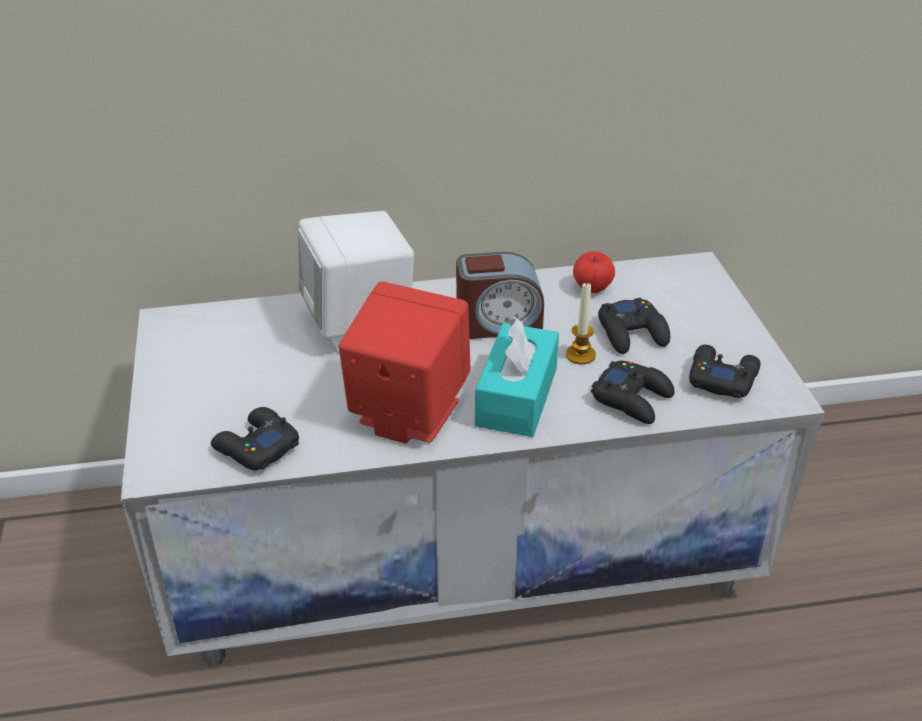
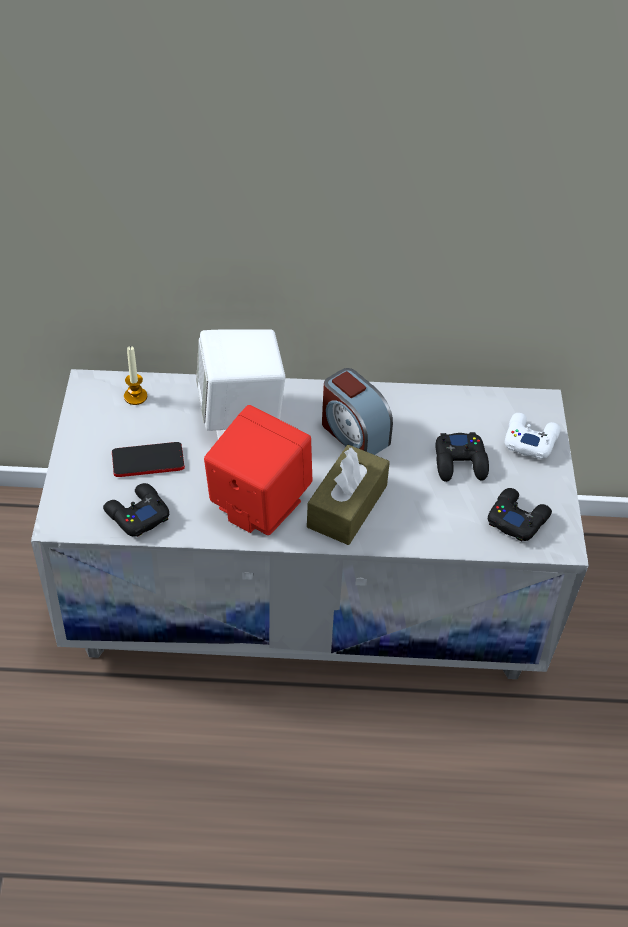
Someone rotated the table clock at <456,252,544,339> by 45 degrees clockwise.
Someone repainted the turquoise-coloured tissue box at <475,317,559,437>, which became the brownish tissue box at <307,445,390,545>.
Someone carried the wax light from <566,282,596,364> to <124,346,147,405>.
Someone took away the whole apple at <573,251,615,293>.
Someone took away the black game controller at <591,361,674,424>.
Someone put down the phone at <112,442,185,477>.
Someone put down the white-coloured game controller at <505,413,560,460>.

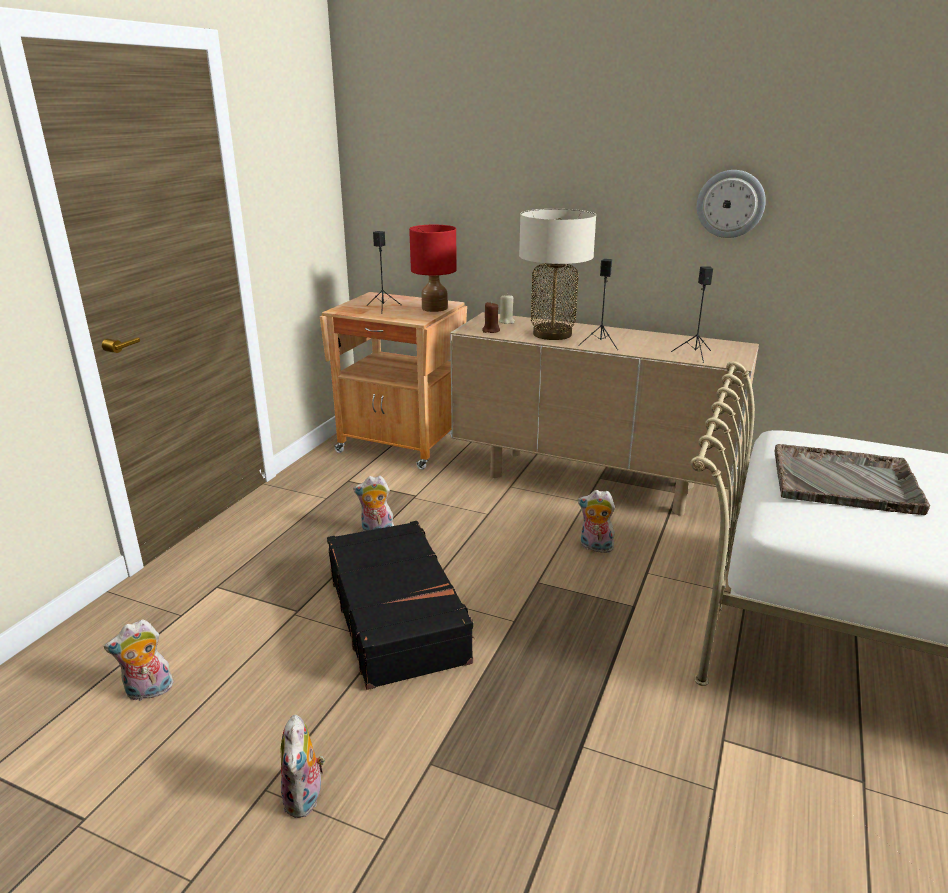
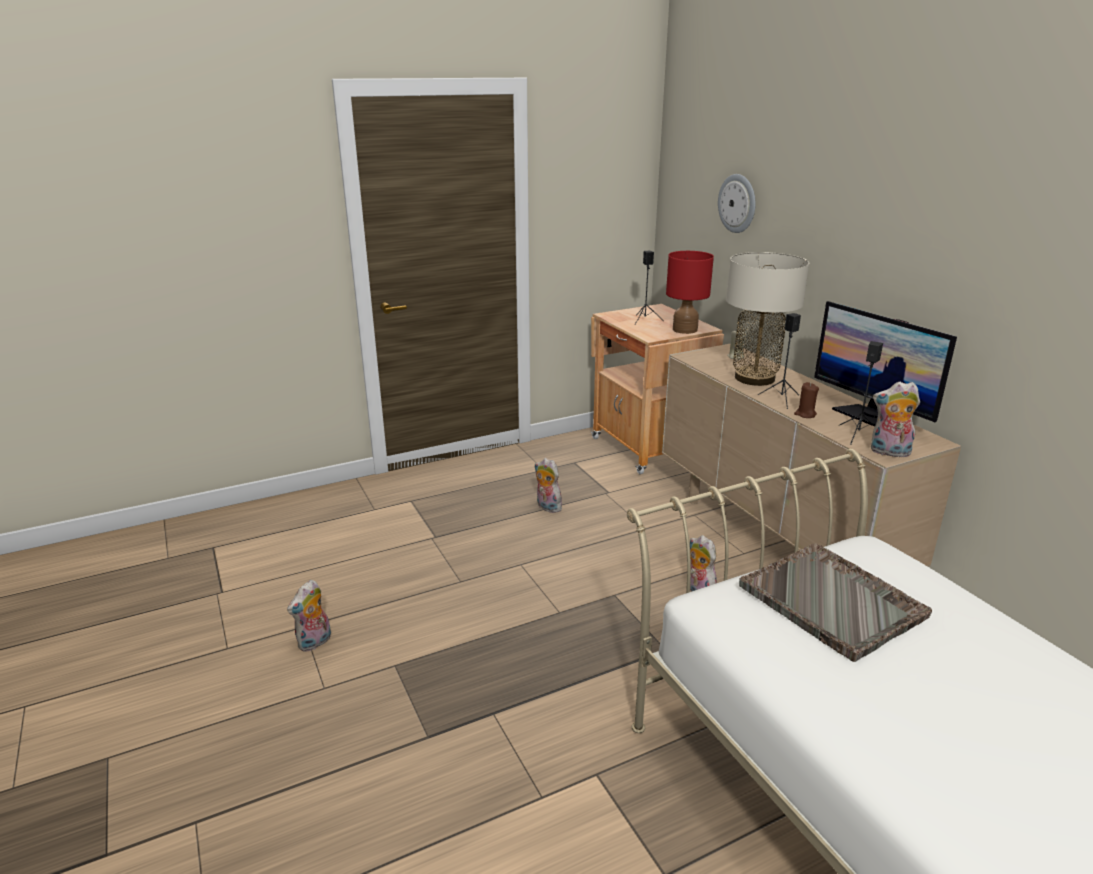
Someone carried the cuddly toy from <104,619,174,702> to <871,382,920,457>.
Someone took away the black suitcase at <327,521,475,690>.
Someone carried the brownish wax light from <482,302,500,333> to <794,382,819,418>.
Someone carried the wall clock from <697,170,766,238> to <718,174,756,233>.
Someone put down the monitor at <814,301,957,426>.

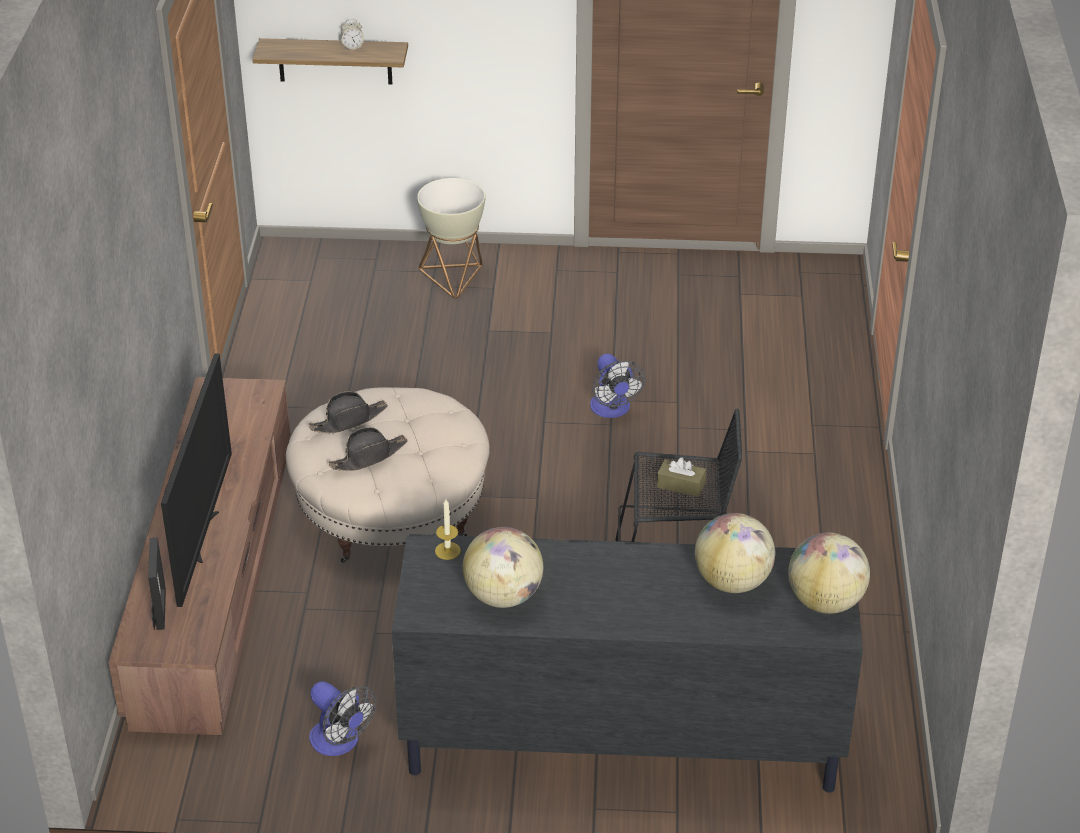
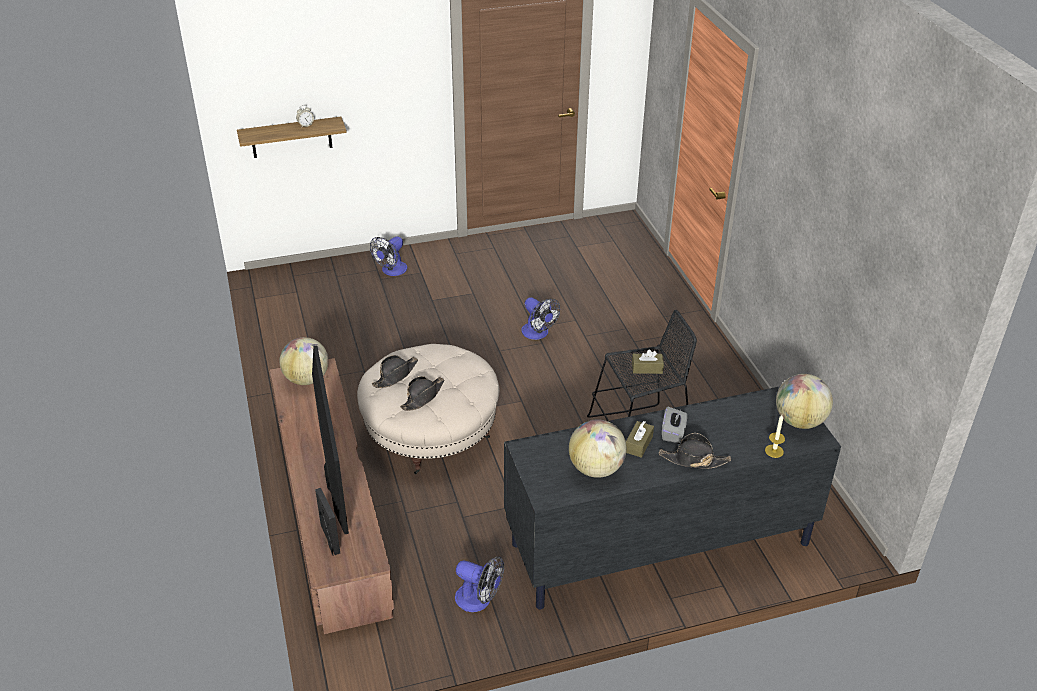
Someone swapped the plant pot at <417,178,486,299> for the fan at <370,236,407,276>.
Someone carried the wax light from <435,499,461,560> to <765,415,785,458>.
Someone carried the desk globe from <695,513,775,593> to <280,337,329,385>.
Someone put down the brownish tissue box at <626,421,654,458>.
Someone put down the black hat at <659,433,731,469>.
Someone put down the greyish tissue box at <662,407,687,443>.

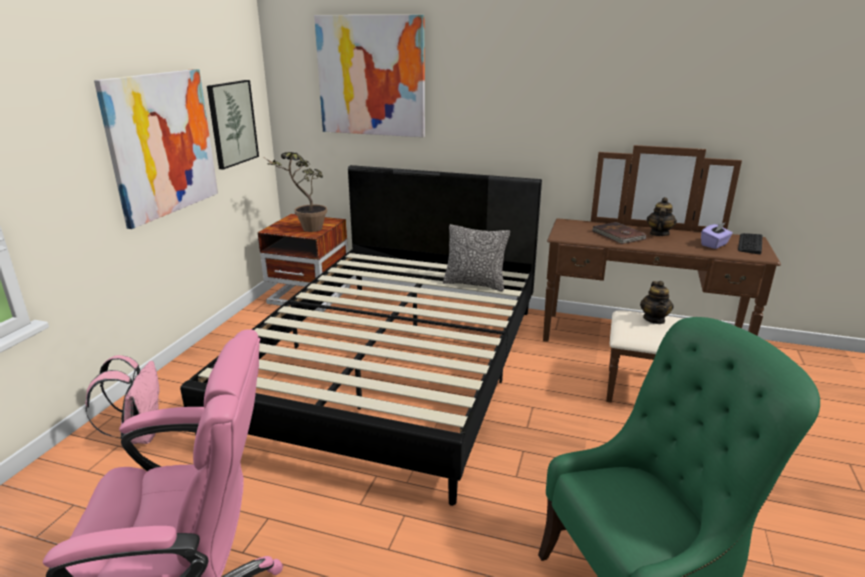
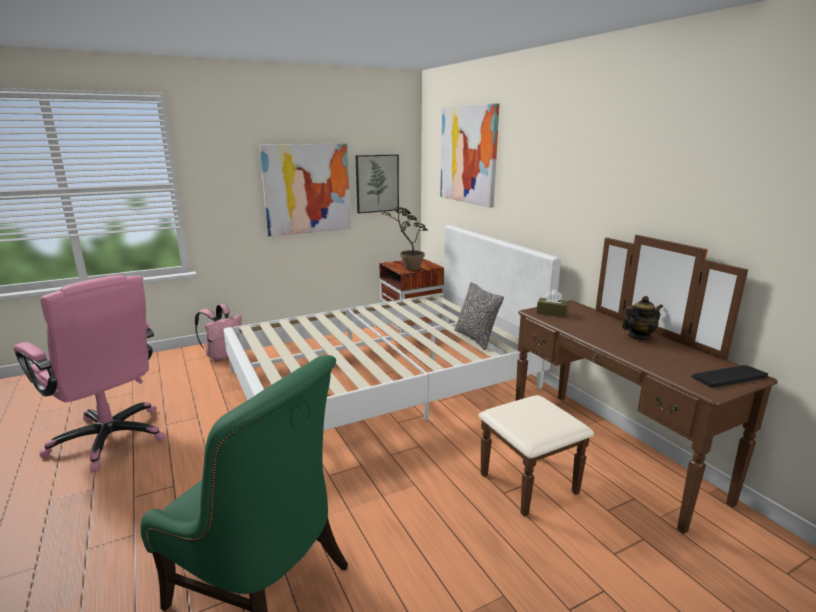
Someone repainted the black bed at <180,165,542,506>, which became the white-coloured bed at <223,225,561,431>.
Someone took away the brownish book at <592,222,647,244>.
Someone took away the pot for tea at <640,281,674,324>.
Someone took away the purplish tissue box at <701,222,733,249>.
Someone put down the brownish tissue box at <537,290,568,317>.

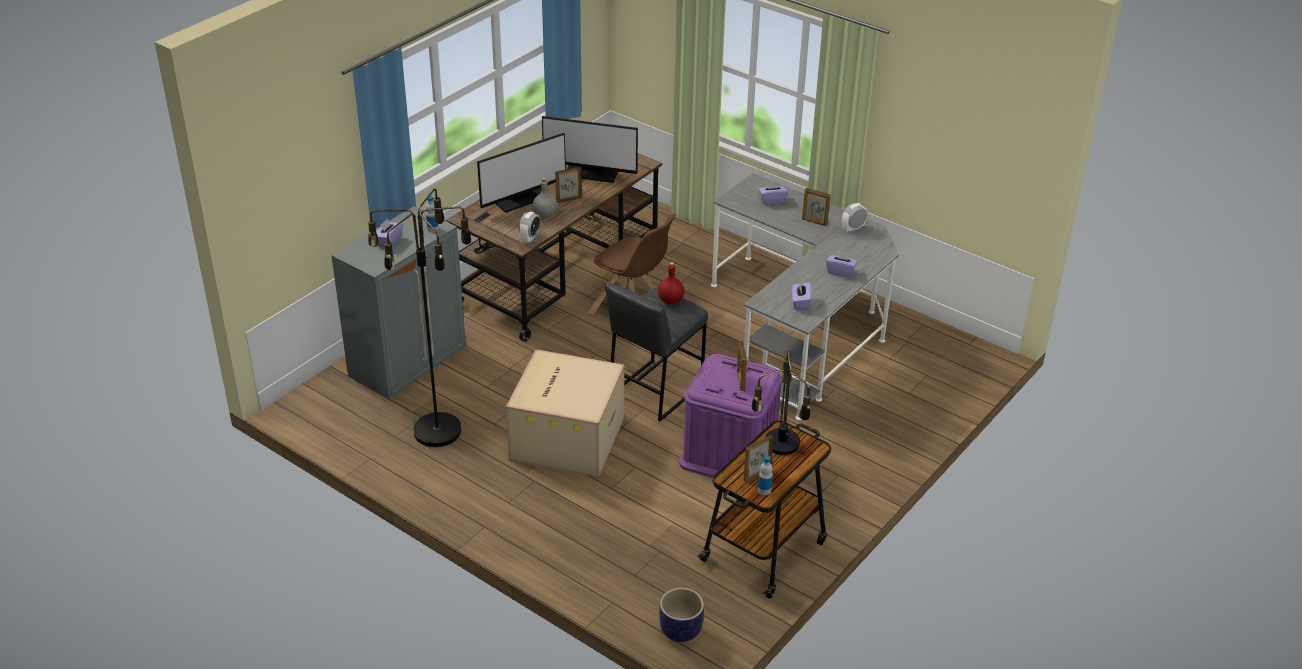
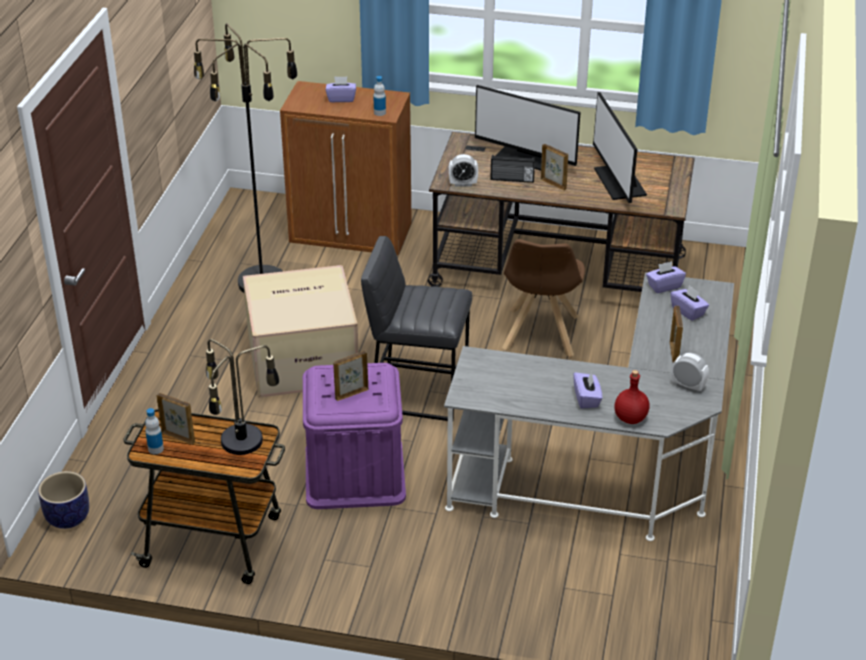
Someone repainted the greyish storage cabinet at <331,206,466,399>, which became the brownish storage cabinet at <280,81,412,256>.
Someone swapped the greyish bottle at <532,178,558,218> for the radio receiver at <490,155,535,183>.
Someone carried the red bottle from <658,262,684,304> to <614,370,649,424>.
Someone carried the purplish tissue box from <792,282,812,310> to <646,261,686,293>.

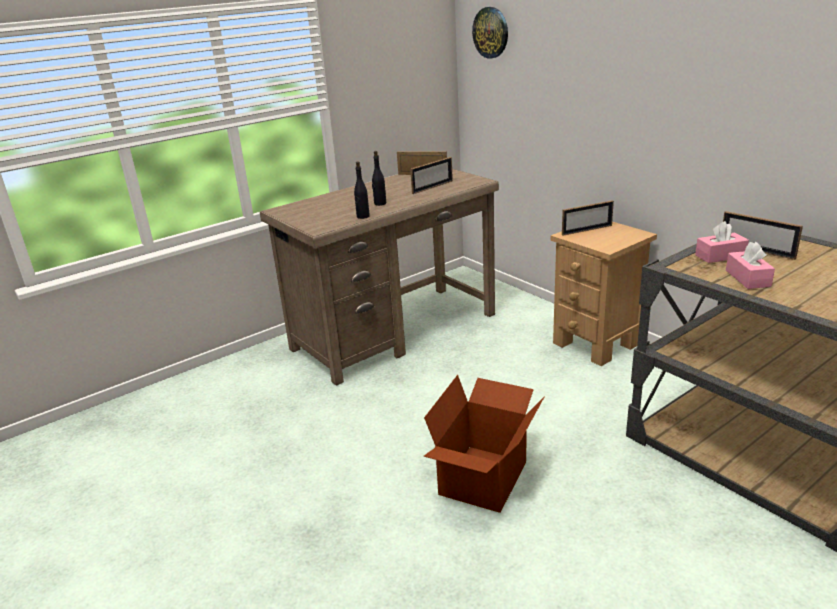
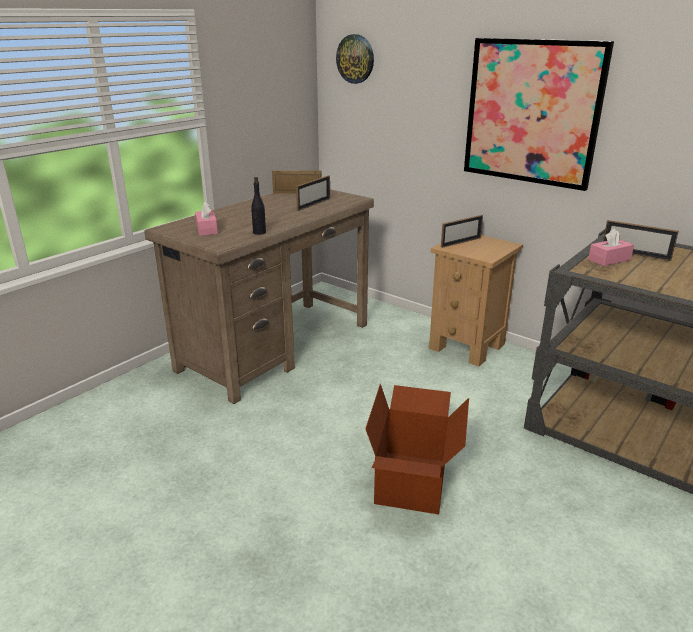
Someone took away the black bottle at <372,151,386,206>.
Someone carried the pinkish tissue box from <726,242,775,289> to <195,201,218,236>.
Someone put up the wall picture at <464,38,614,191>.

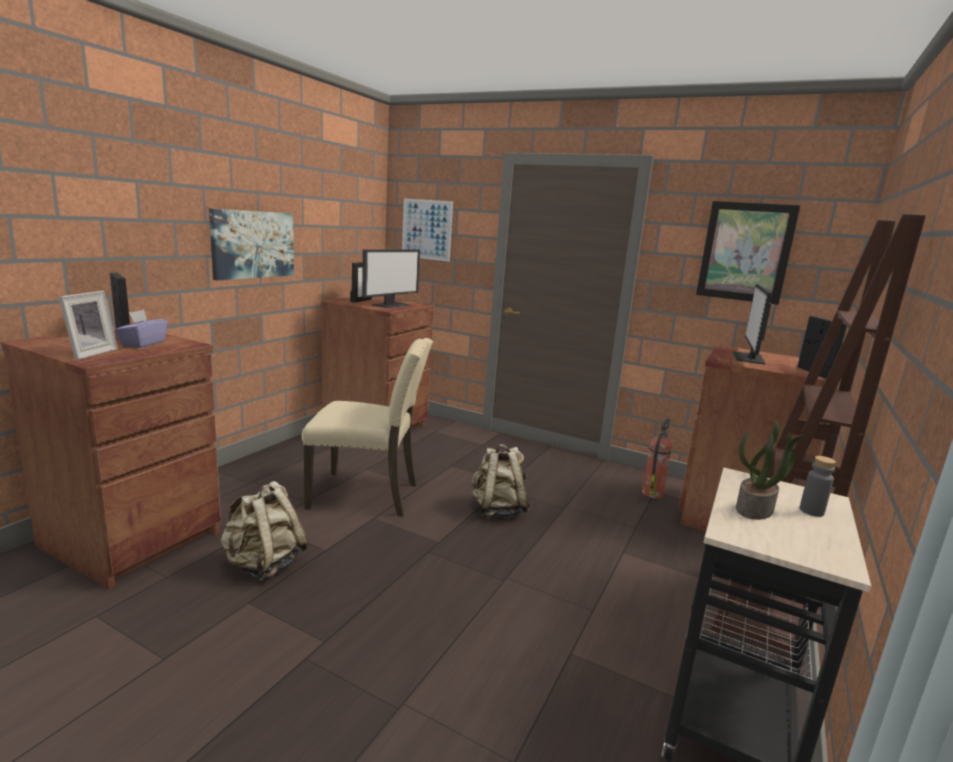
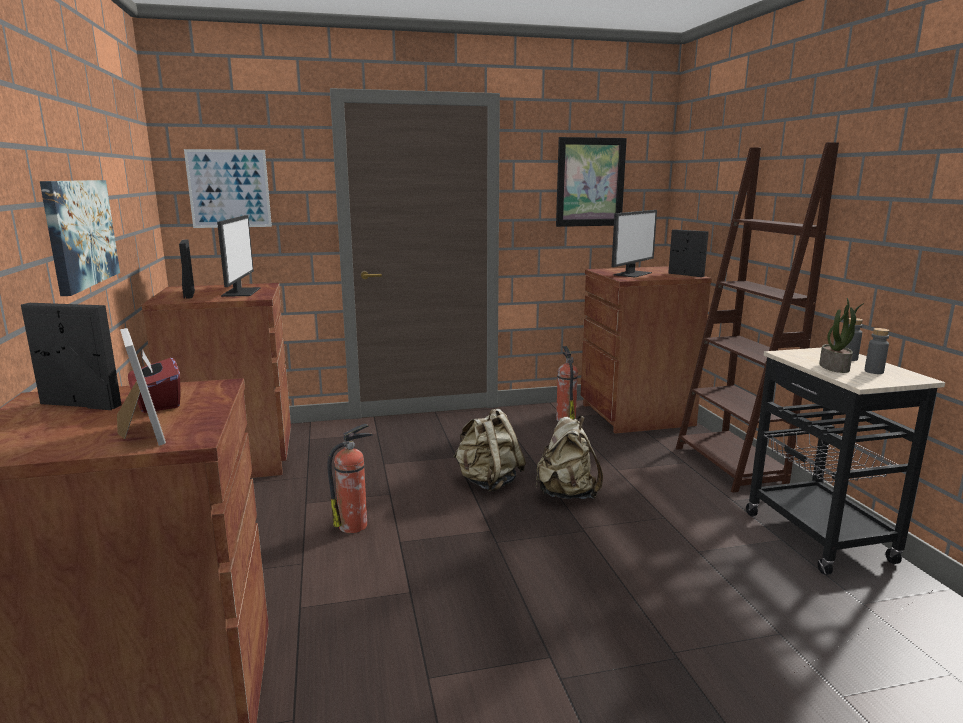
Someone repainted the purplish tissue box at <115,310,168,348>, which became the red tissue box at <128,349,181,413>.
Someone carried the beige knapsack from <219,481,309,581> to <536,416,603,499>.
Someone swapped the beige upright chair at <302,338,433,517> for the fire-fighting cylinder at <327,424,373,533>.
Someone rotated the monitor at <733,284,772,365> by 120 degrees counterclockwise.
Someone put down the greyish bottle at <864,328,889,374>.

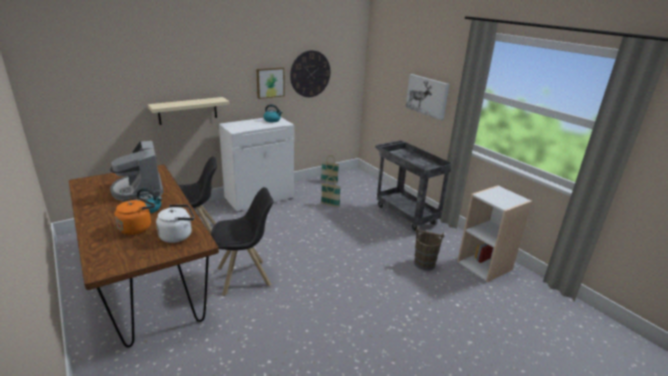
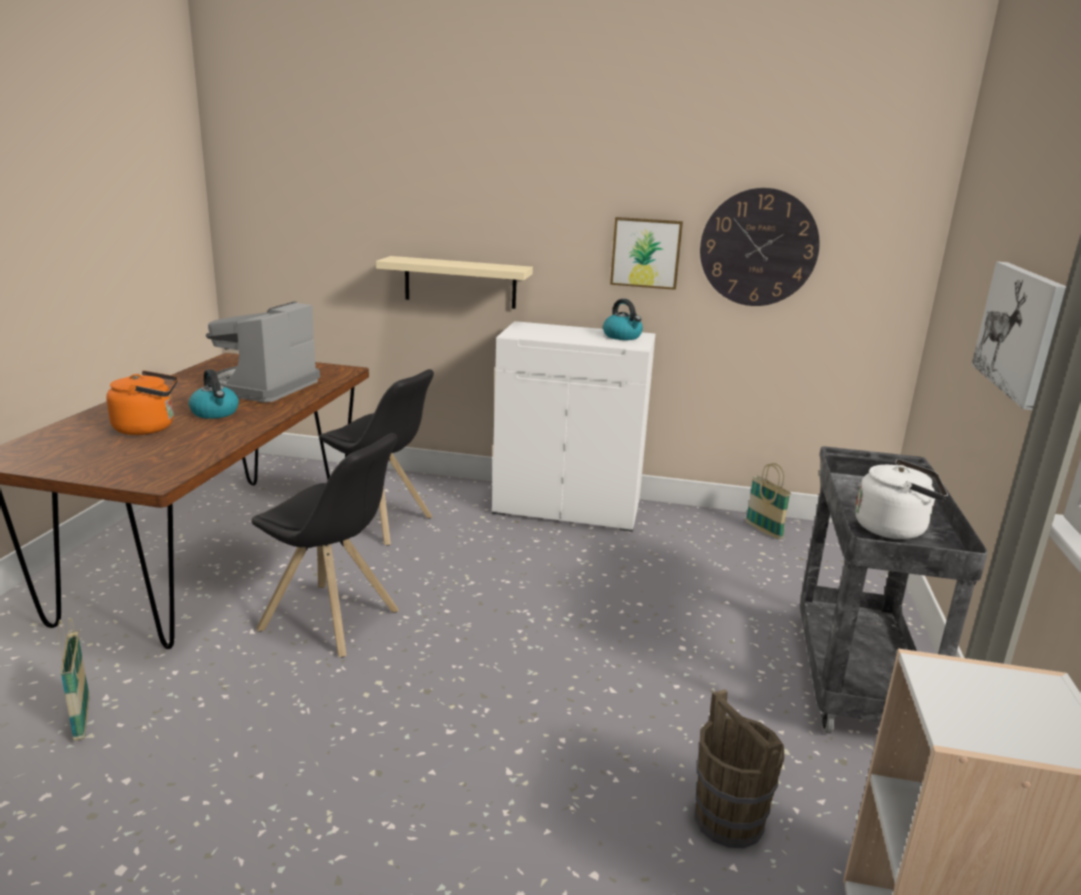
Someone carried the white-coloured water kettle from <156,204,194,243> to <855,459,948,539>.
Someone carried the storage basket from <321,176,341,207> to <58,618,89,741>.

